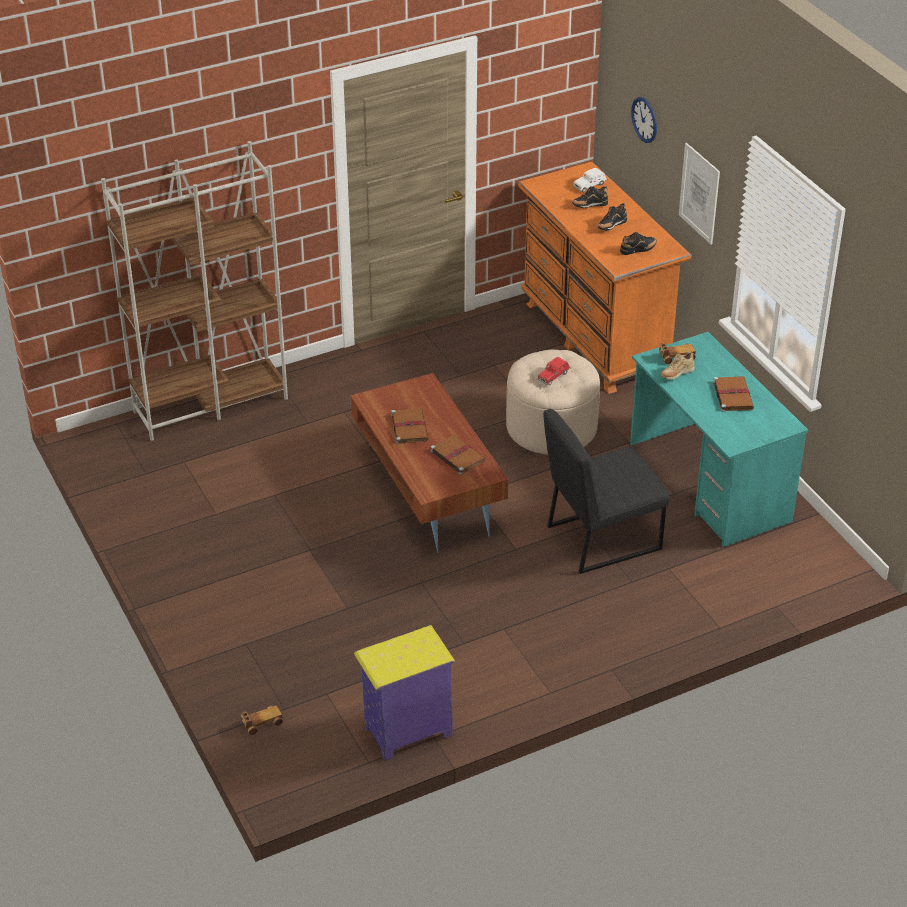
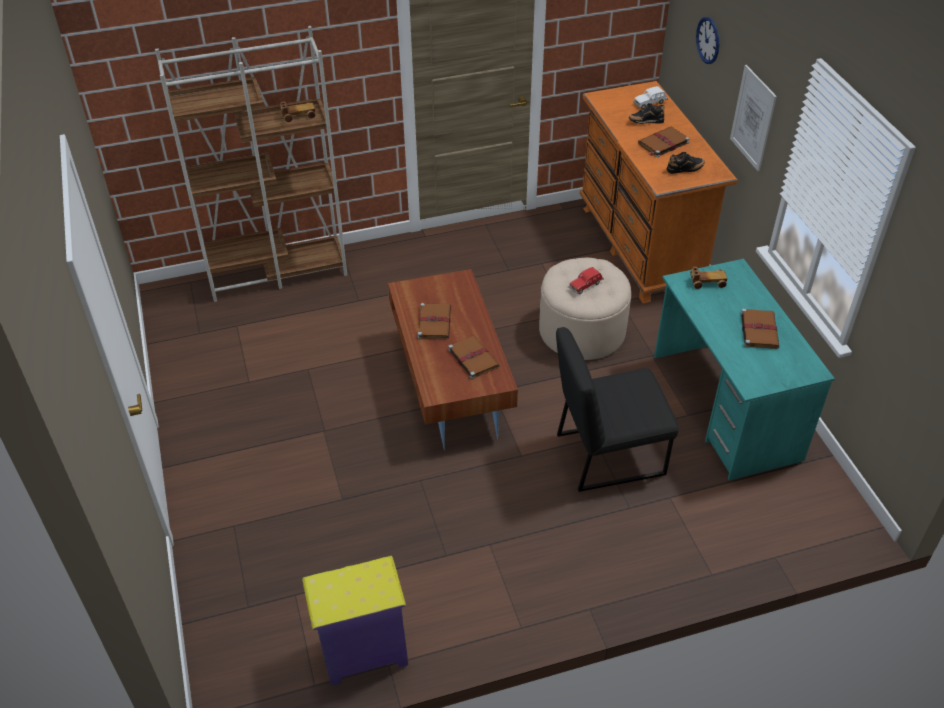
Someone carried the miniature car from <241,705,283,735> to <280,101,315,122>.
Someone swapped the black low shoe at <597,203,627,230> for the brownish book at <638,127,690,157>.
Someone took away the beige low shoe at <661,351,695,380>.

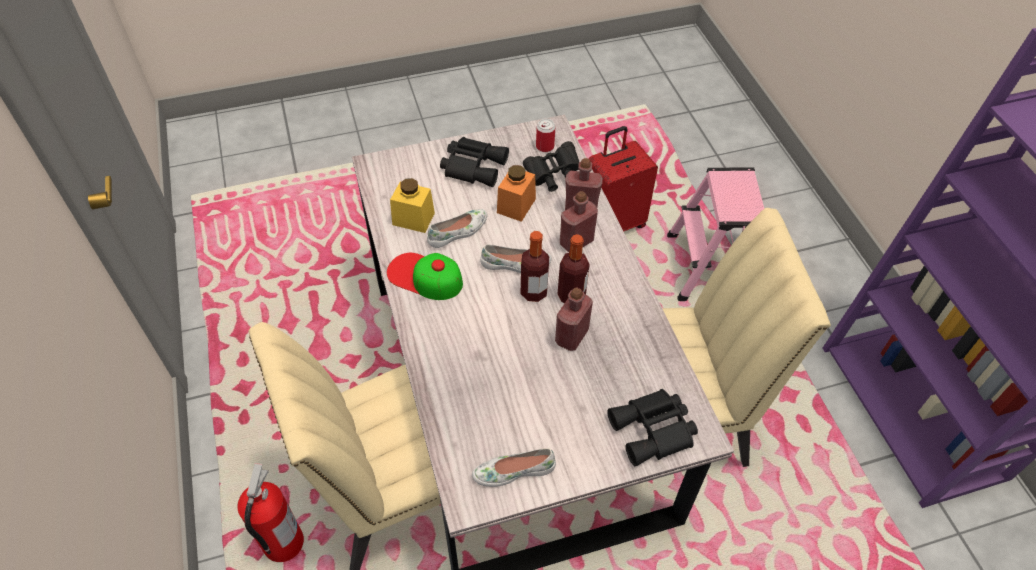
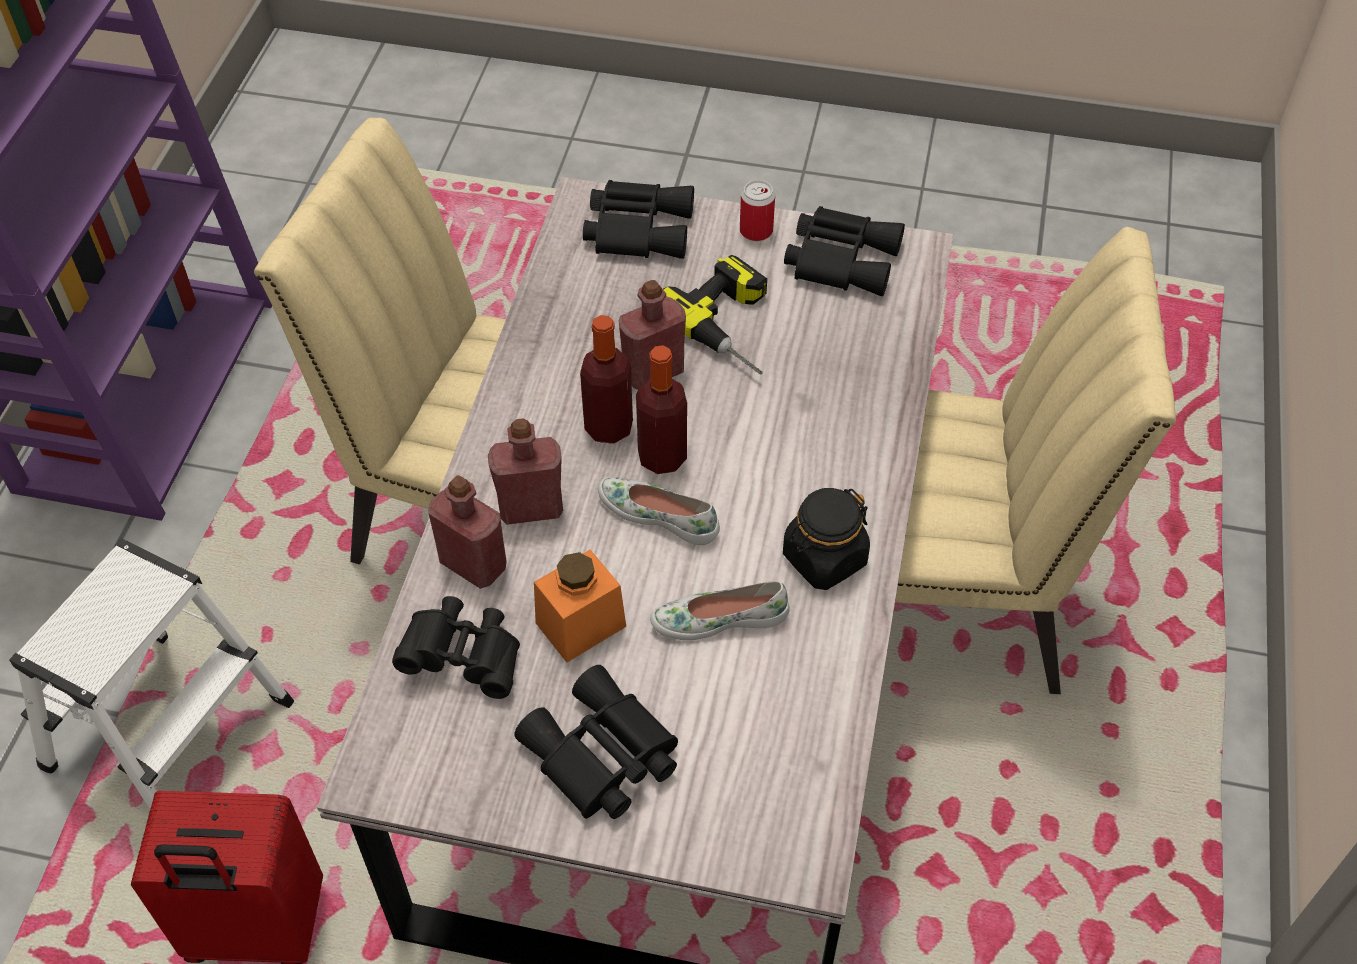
Someone took away the fire-fighting cylinder at <237,463,304,562>.
Someone swapped the baseball cap at <387,253,463,300> for the black preserve jar at <783,488,870,590>.
Someone took away the yellow-coloured preserve jar at <390,178,435,233>.
Someone swapped the white-coloured low shoe at <472,448,556,487> for the black pair of binoculars at <784,206,905,296>.
Someone carried the can from <536,119,555,152> to <740,180,775,241>.
Someone repainted the pinkish stepladder at <667,168,764,301>, which became the white-coloured stepladder at <9,538,294,809>.
Someone put down the electric drill at <663,255,767,374>.

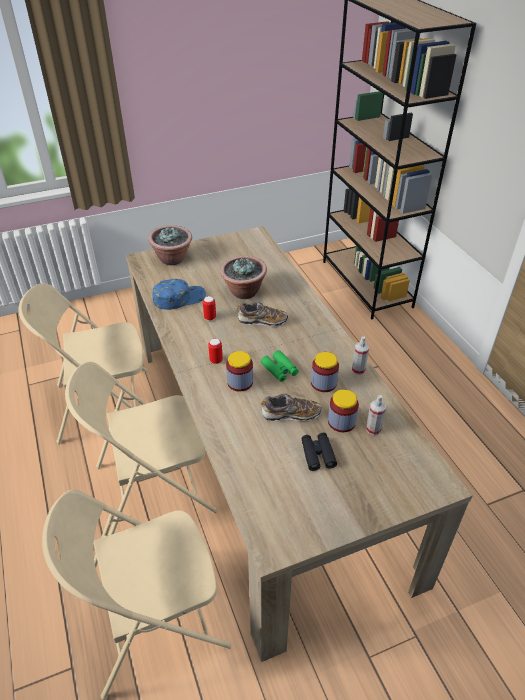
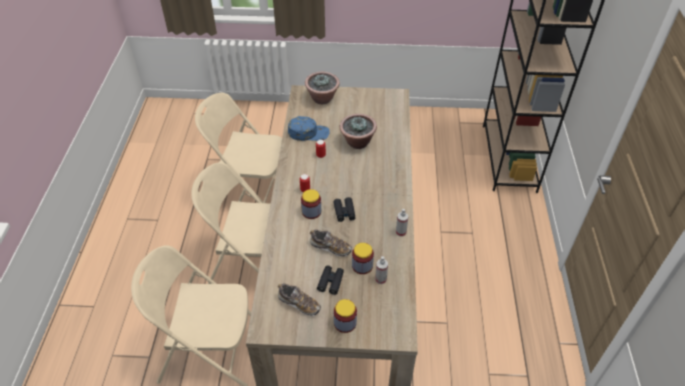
Someone carried the low shoe from <237,301,288,326> to <278,283,321,316>.
Someone repainted the green pair of binoculars at <261,350,299,382>, which became the black pair of binoculars at <333,197,355,222>.
Someone carried the preserve jar from <311,352,339,392> to <334,299,357,333>.

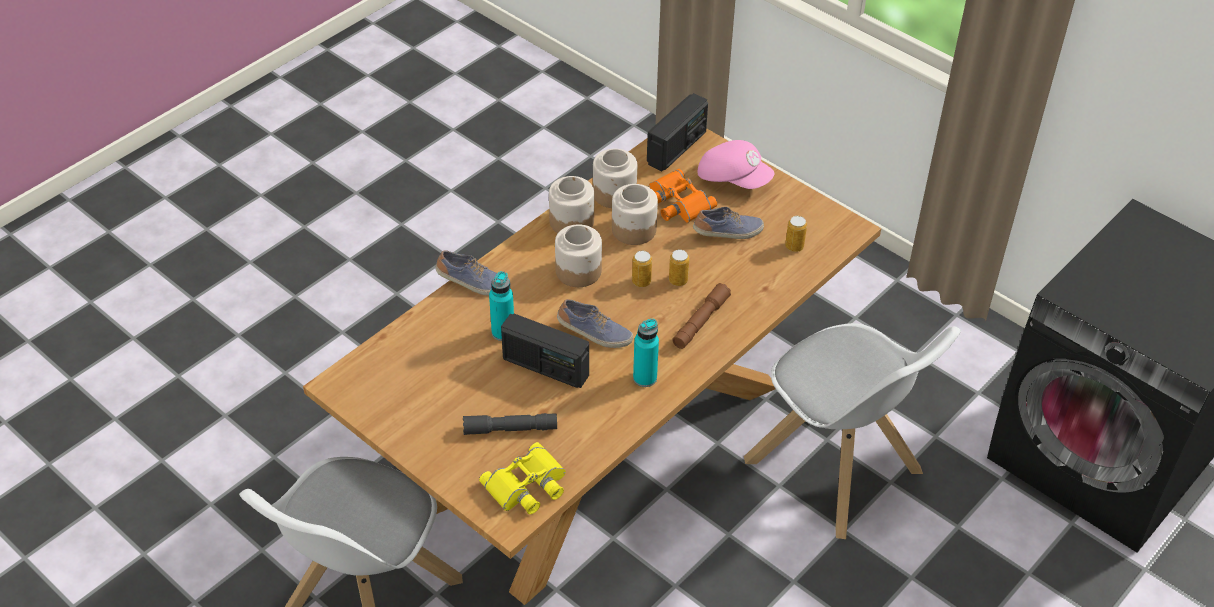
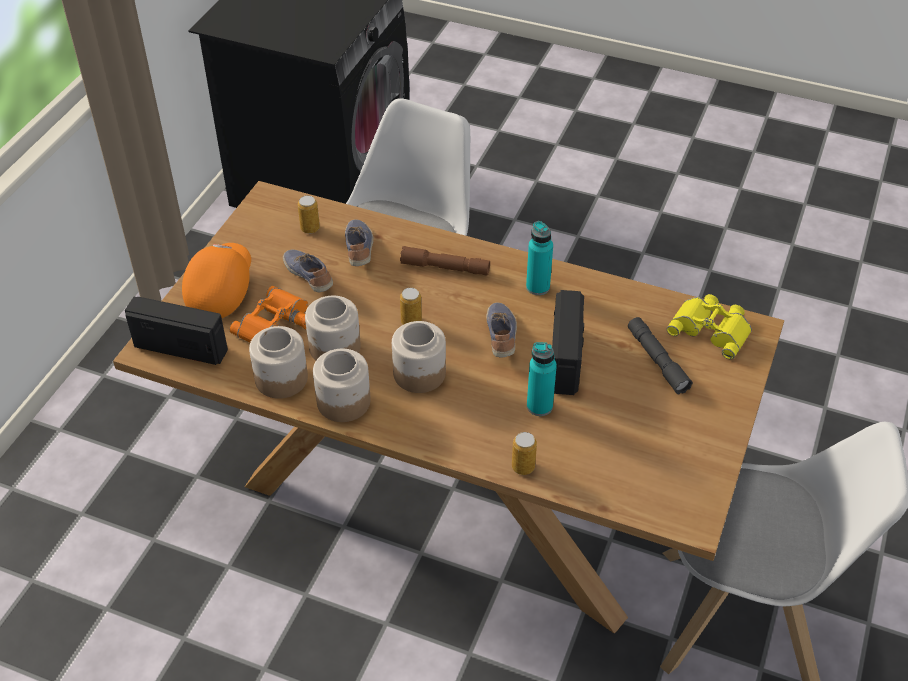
Someone carried the low shoe from <435,251,511,296> to <345,219,374,266>.
Someone carried the can from <669,249,689,286> to <512,432,537,475>.
Someone repainted the pinkish baseball cap at <698,140,774,189>, which became the orange-coloured baseball cap at <182,243,251,318>.

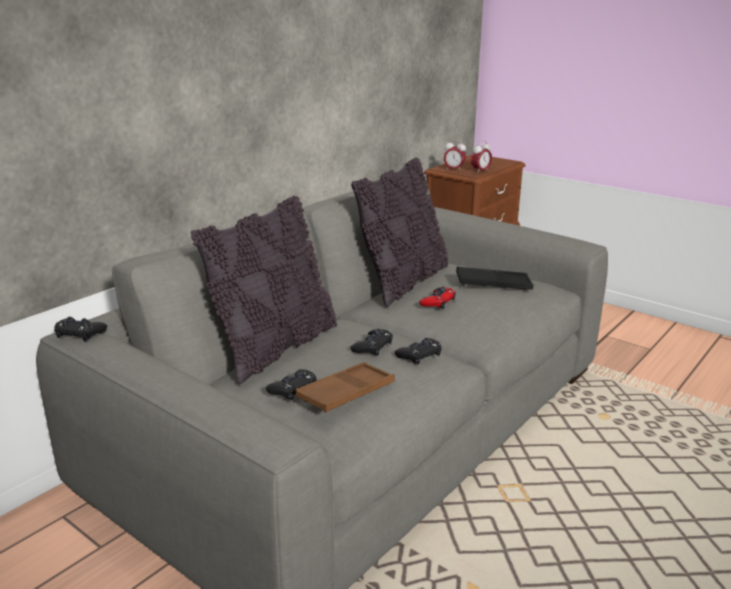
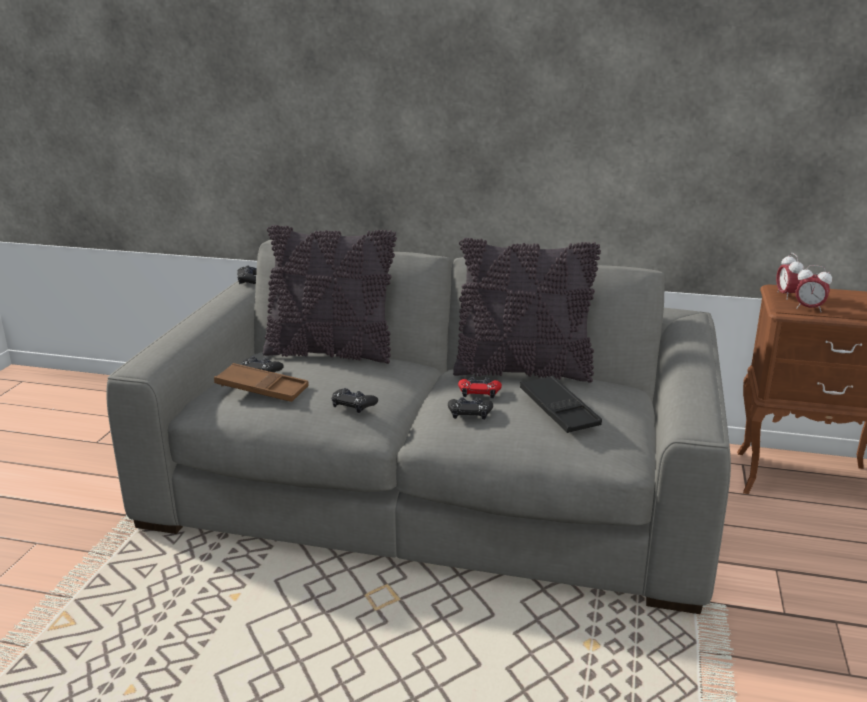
Someone carried the black game controller from <351,329,393,356> to <448,397,493,420>.

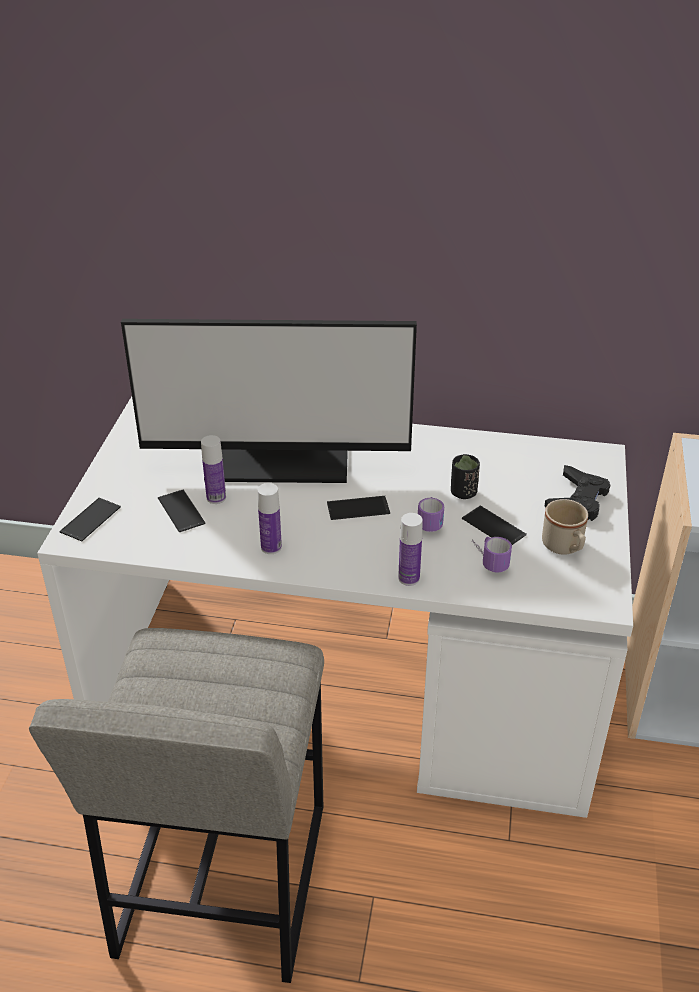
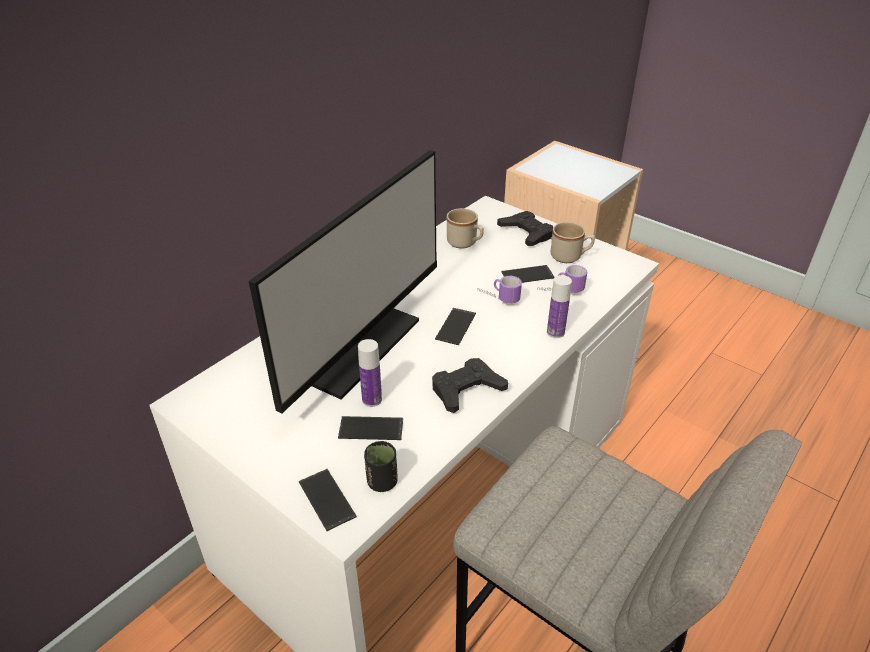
Someone swapped the bottle at <257,483,282,554> for the black game controller at <432,358,508,413>.
Someone carried the black small cup from <451,454,480,499> to <364,441,398,492>.
Someone put down the beige coffee mug at <447,208,484,249>.

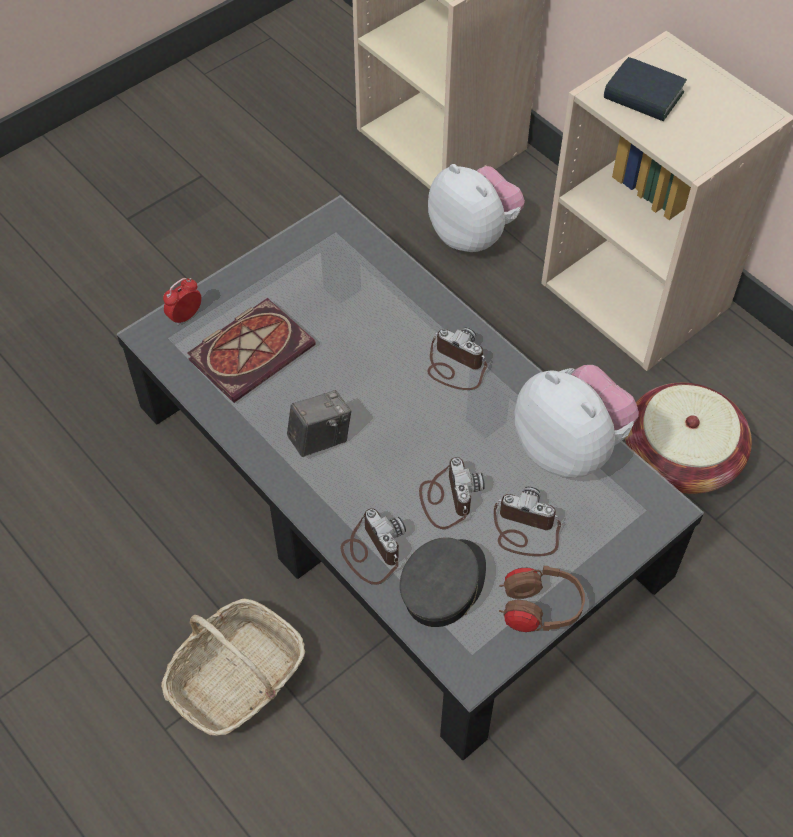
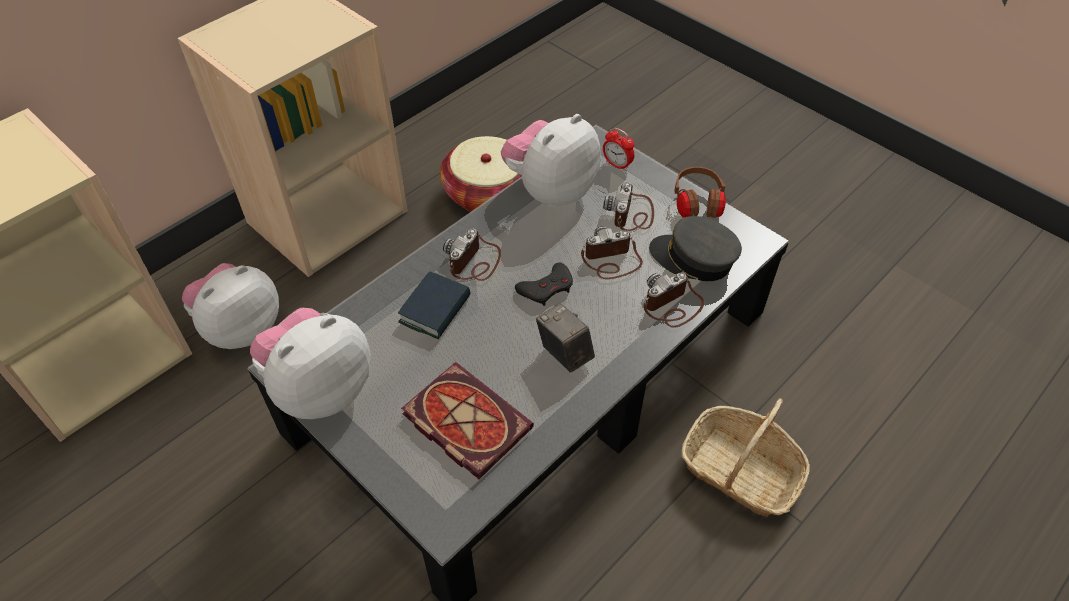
Someone carried the table clock from <163,278,202,326> to <603,128,634,171>.
Someone carried the book from <604,57,687,121> to <398,271,471,339>.
Someone put down the cuddly toy at <250,307,371,419>.
Someone put down the black game controller at <515,263,573,306>.

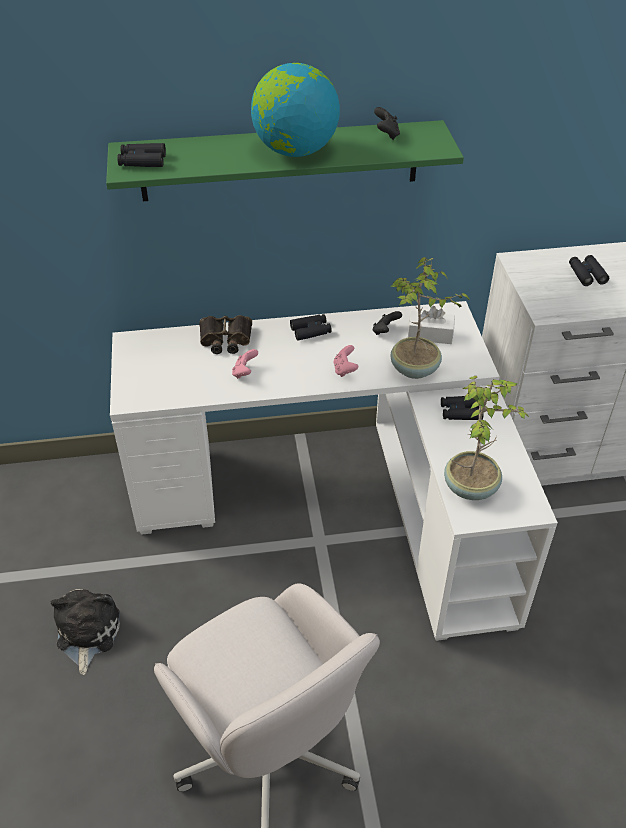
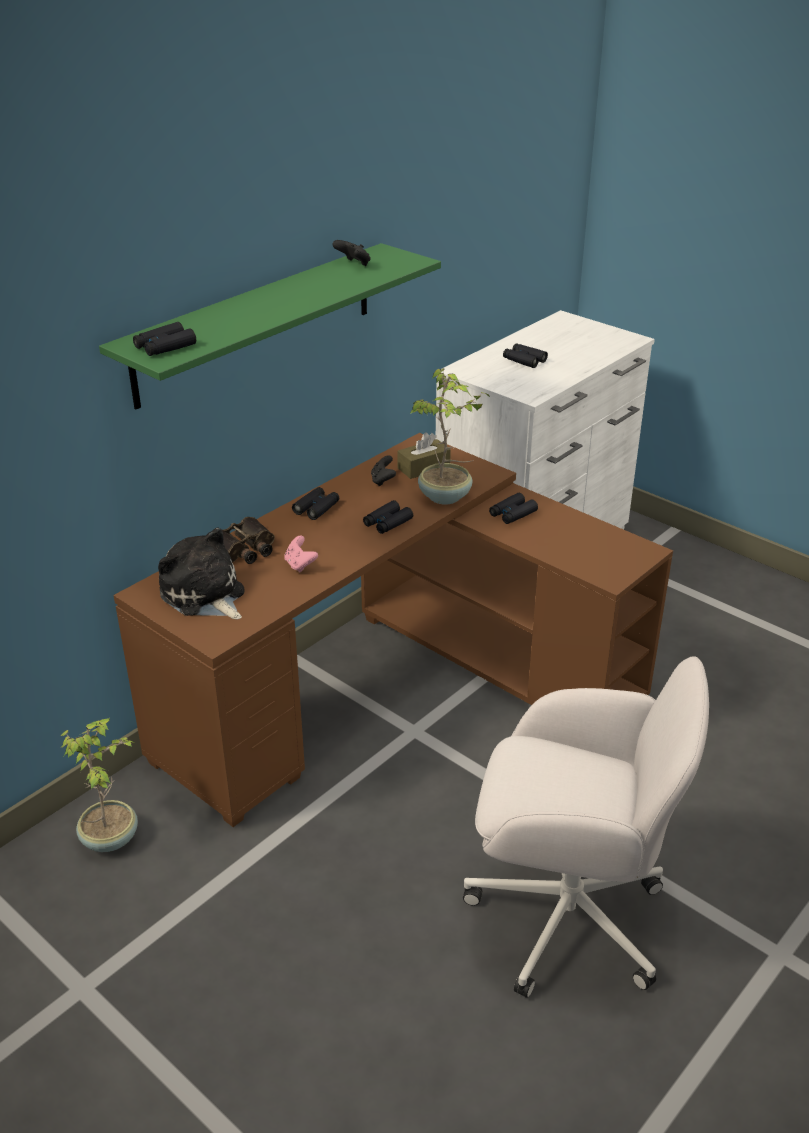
Someone carried the cuddly toy from <50,589,120,675> to <158,528,245,619>.
Someone repainted the white-coloured desk table at <110,301,558,641>, which became the brownish desk table at <114,433,673,827>.
Someone took away the desk globe at <251,63,340,157>.
Someone swapped the pinkish game controller at <333,345,358,377> for the black pair of binoculars at <363,500,413,534>.
Someone repainted the white-coloured tissue box at <408,306,455,344>, which became the brownish tissue box at <398,432,451,479>.
Someone carried the houseplant from <444,376,530,500> to <60,718,138,852>.

